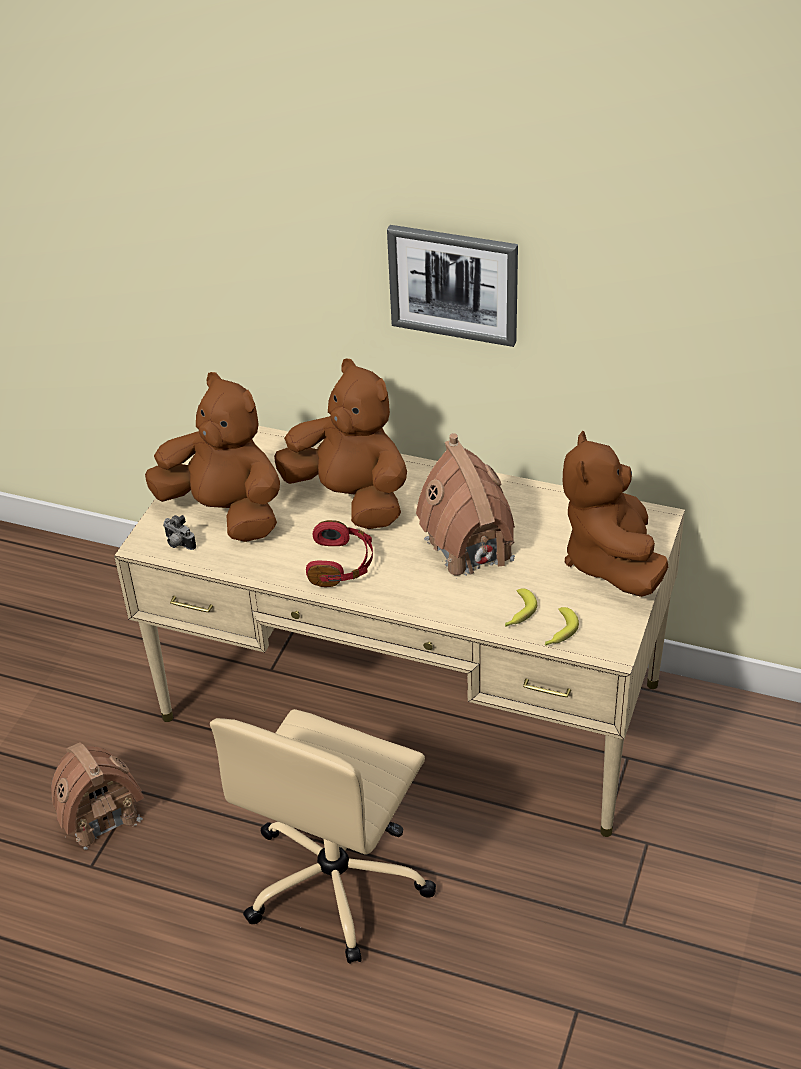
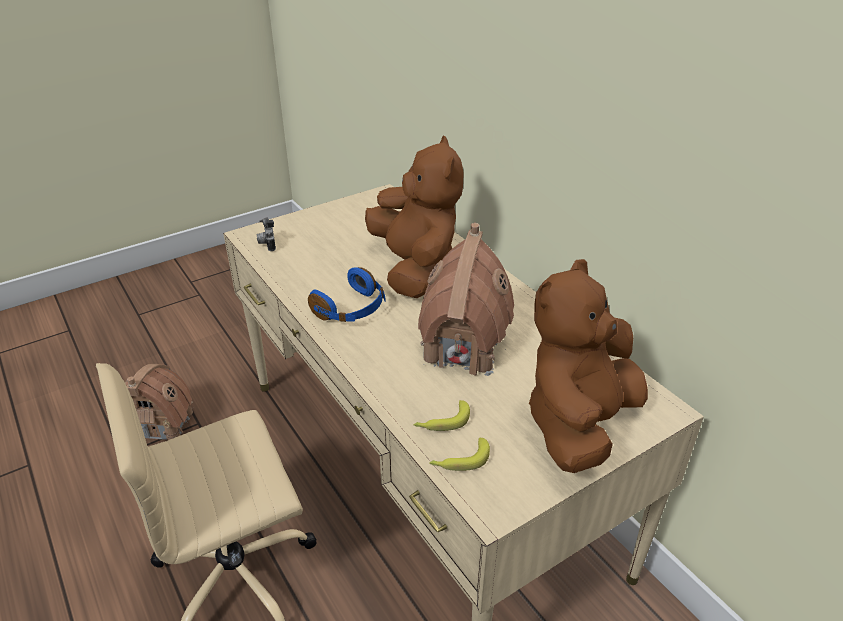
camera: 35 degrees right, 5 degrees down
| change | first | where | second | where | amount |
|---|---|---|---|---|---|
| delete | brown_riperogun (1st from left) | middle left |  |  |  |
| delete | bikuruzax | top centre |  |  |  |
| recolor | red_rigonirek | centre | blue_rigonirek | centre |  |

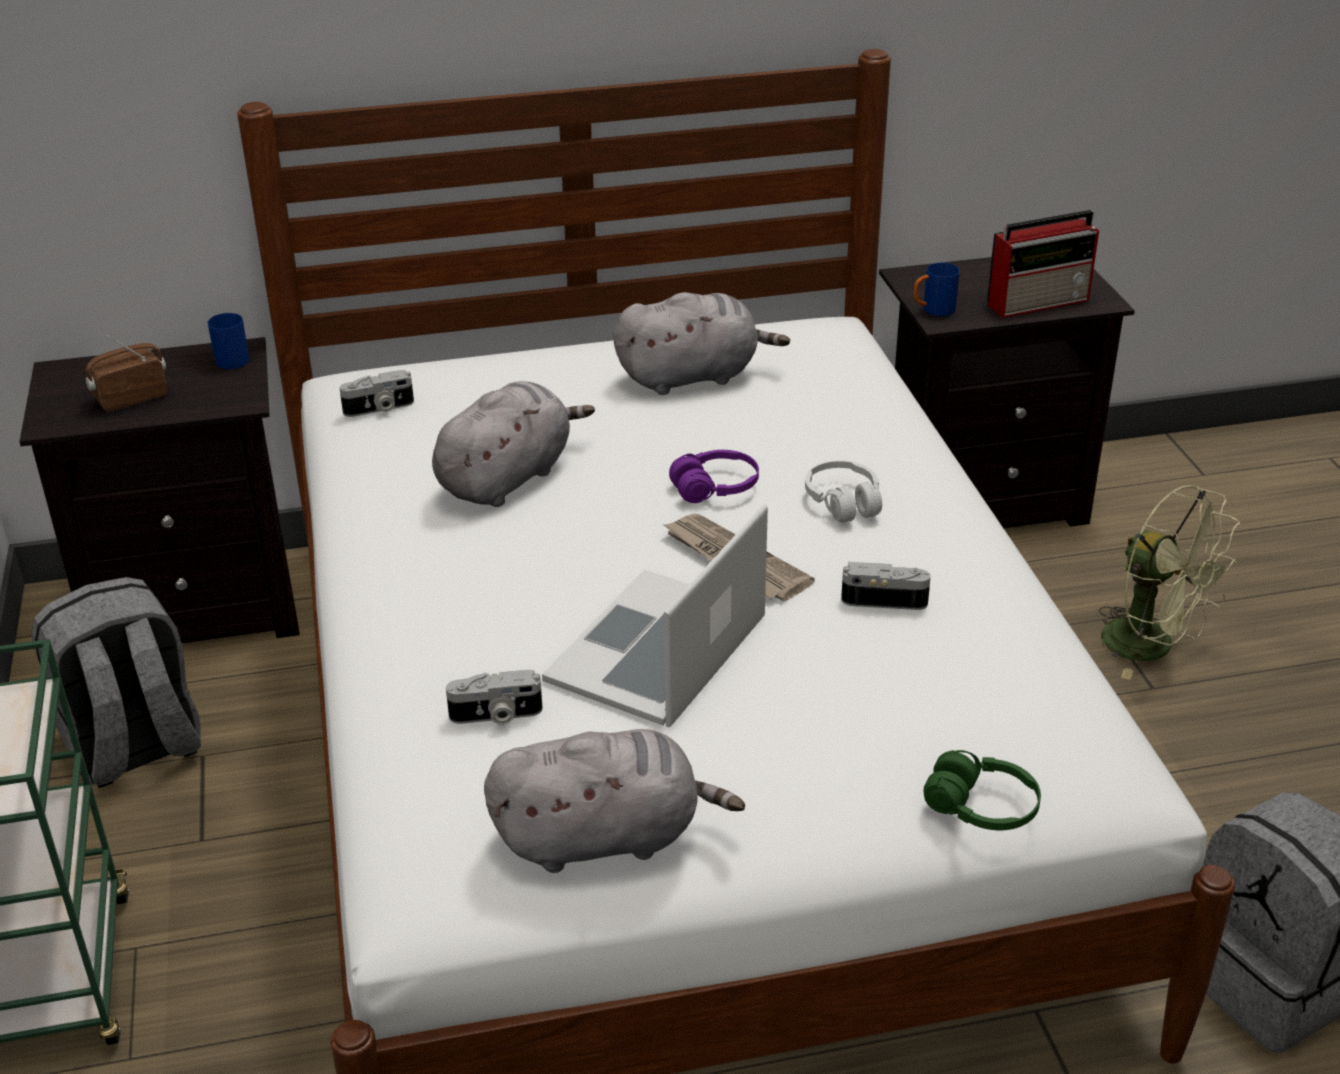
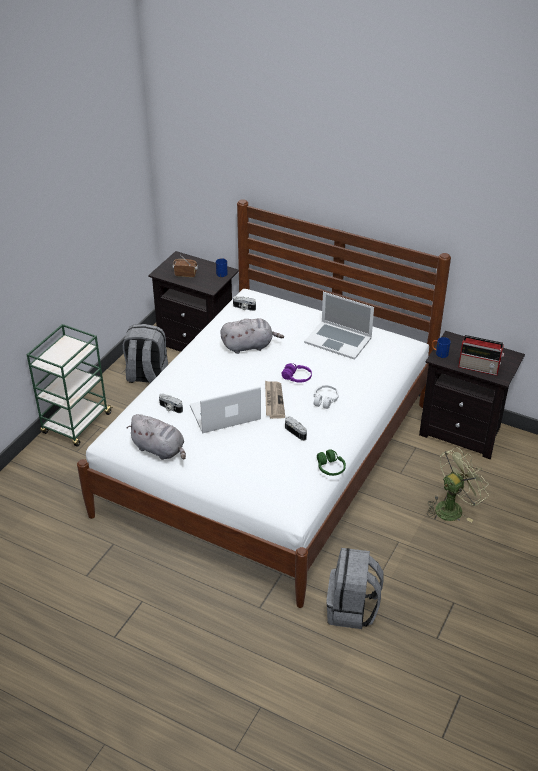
camera: 40 degrees right, 5 degrees up
| change | first | where | second | where | amount |
|---|---|---|---|---|---|
| move | green_rigonirek | bottom right |  | centre |  |
| replace | grey_riperogun (3rd from left) | top centre | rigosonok (2nd from left) | centre |  |
| rotate | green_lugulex | middle right |  | middle right | 120 degrees counterclockwise |

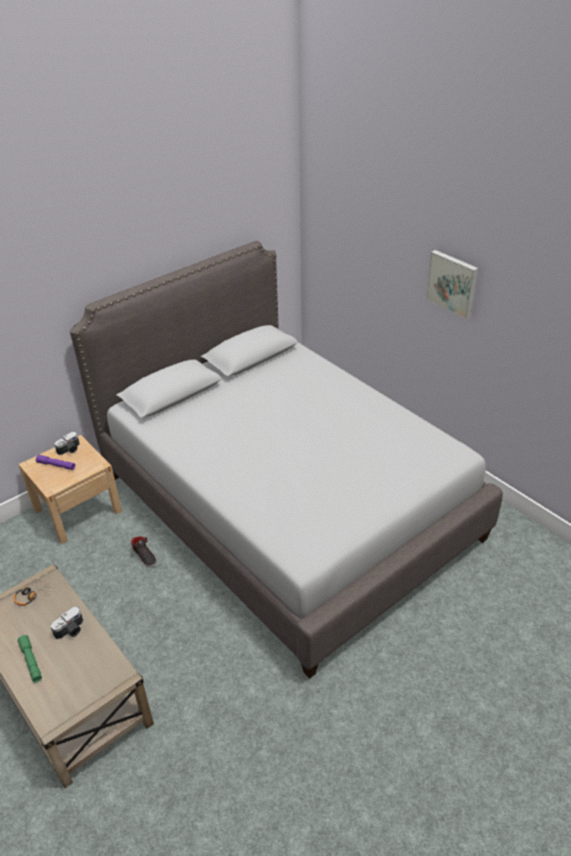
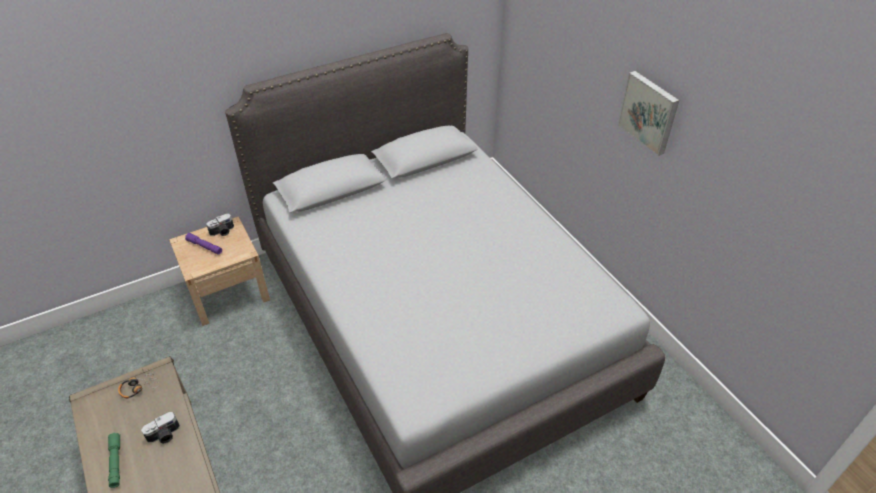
camera: 10 degrees right, 5 degrees up
| change | first | where | second | where | amount |
|---|---|---|---|---|---|
| delete | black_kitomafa | middle left |  |  |  |

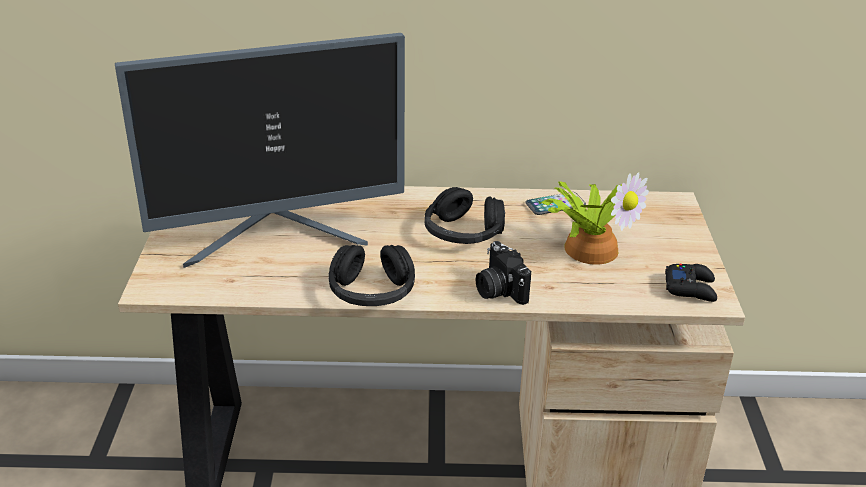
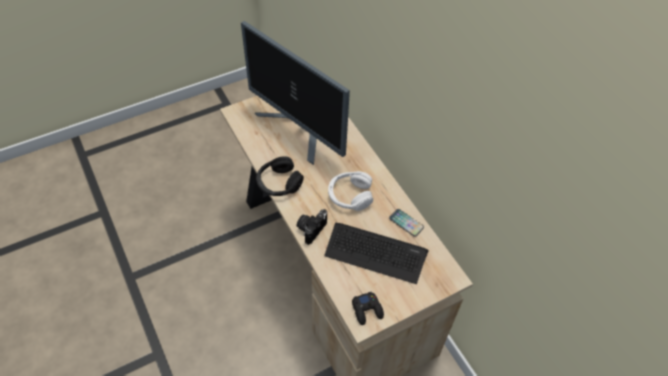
camera: 60 degrees right, 20 degrees up
| change | first | where | second | where | amount |
|---|---|---|---|---|---|
| replace | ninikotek | middle right | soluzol | bottom centre |  |
| recolor | black_rigonirek (2nd from left) | centre | white_rigonirek | centre |  |

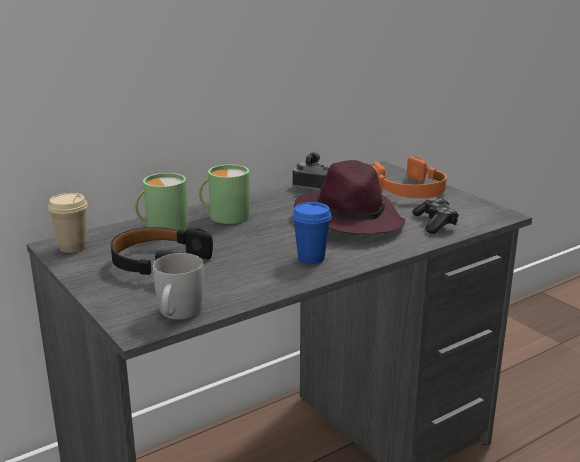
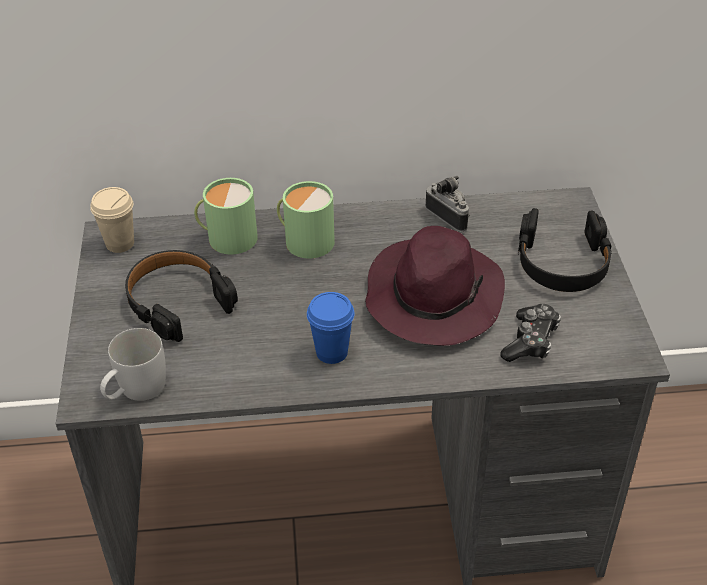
camera: 30 degrees right, 20 degrees up
| change | first | where | second | where | amount |
|---|---|---|---|---|---|
| recolor | orange_rigonirek | middle right | black_rigonirek (2nd from left) | middle right |  |

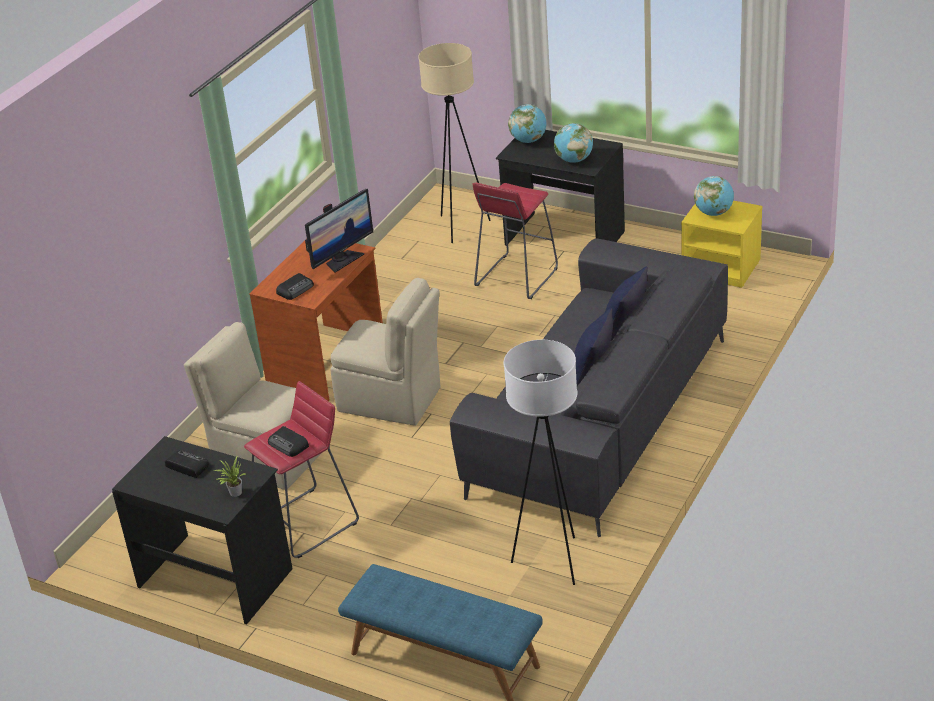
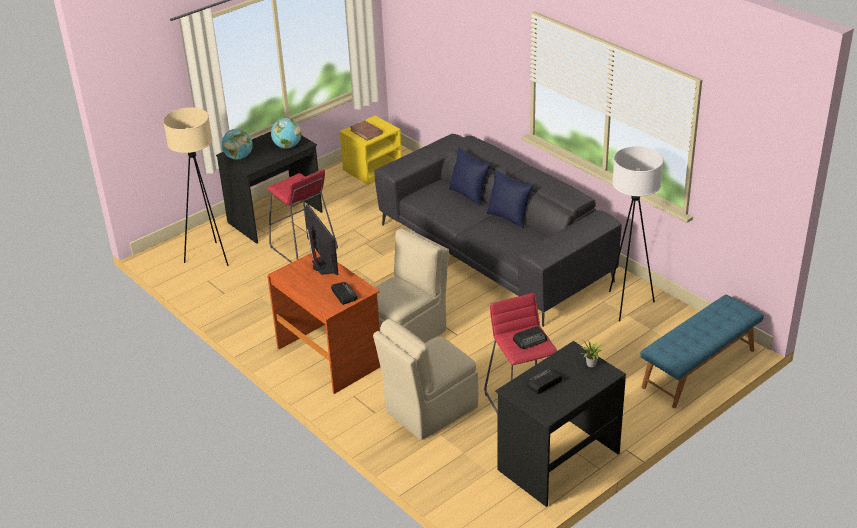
camera: 70 degrees left, 0 degrees up
| change | first | where | second | where | amount |
|---|---|---|---|---|---|
| replace | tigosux (3rd from left) | top right | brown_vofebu | top centre |  |

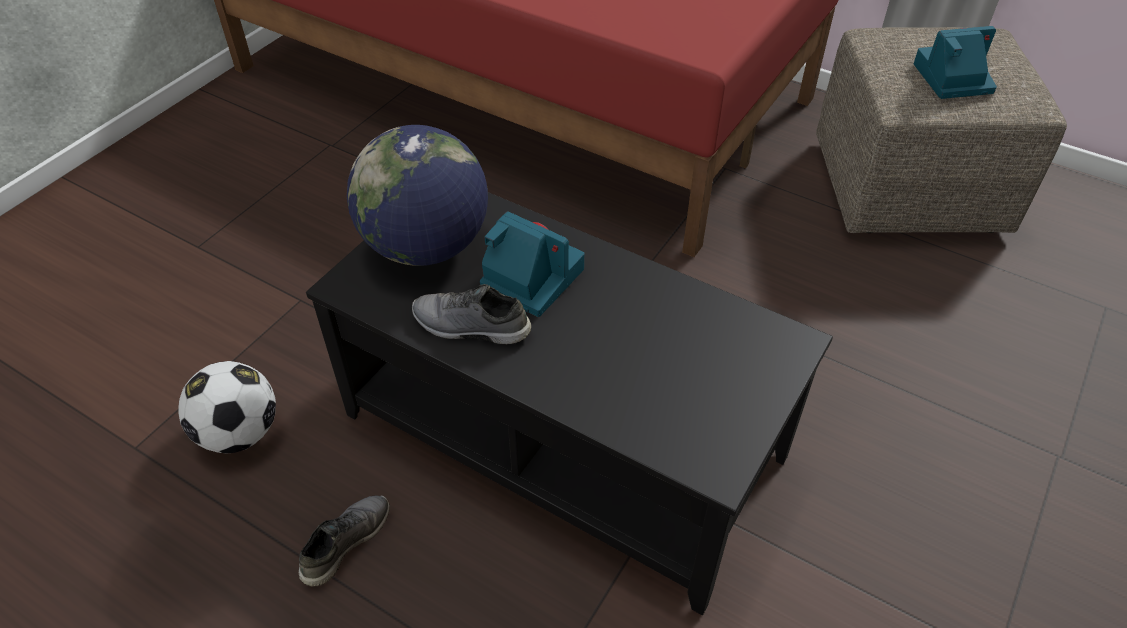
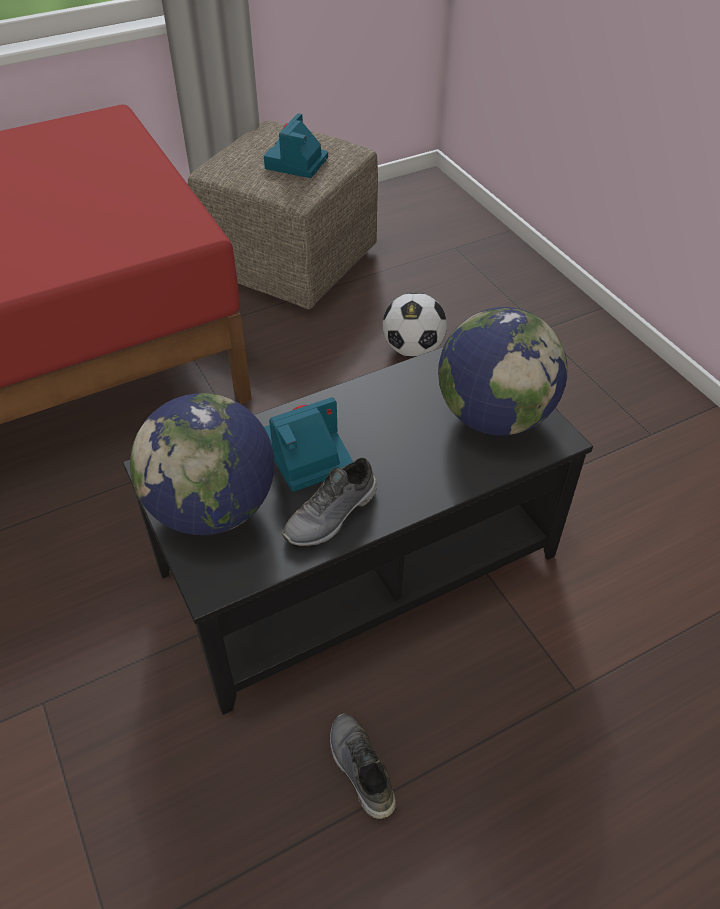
camera: 60 degrees left, 0 degrees up
| change | first | where | second | where | amount |
|---|---|---|---|---|---|
| insert |  |  | tigosux (2nd from left) | middle right |  |
| move | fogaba | middle left |  | centre |  |

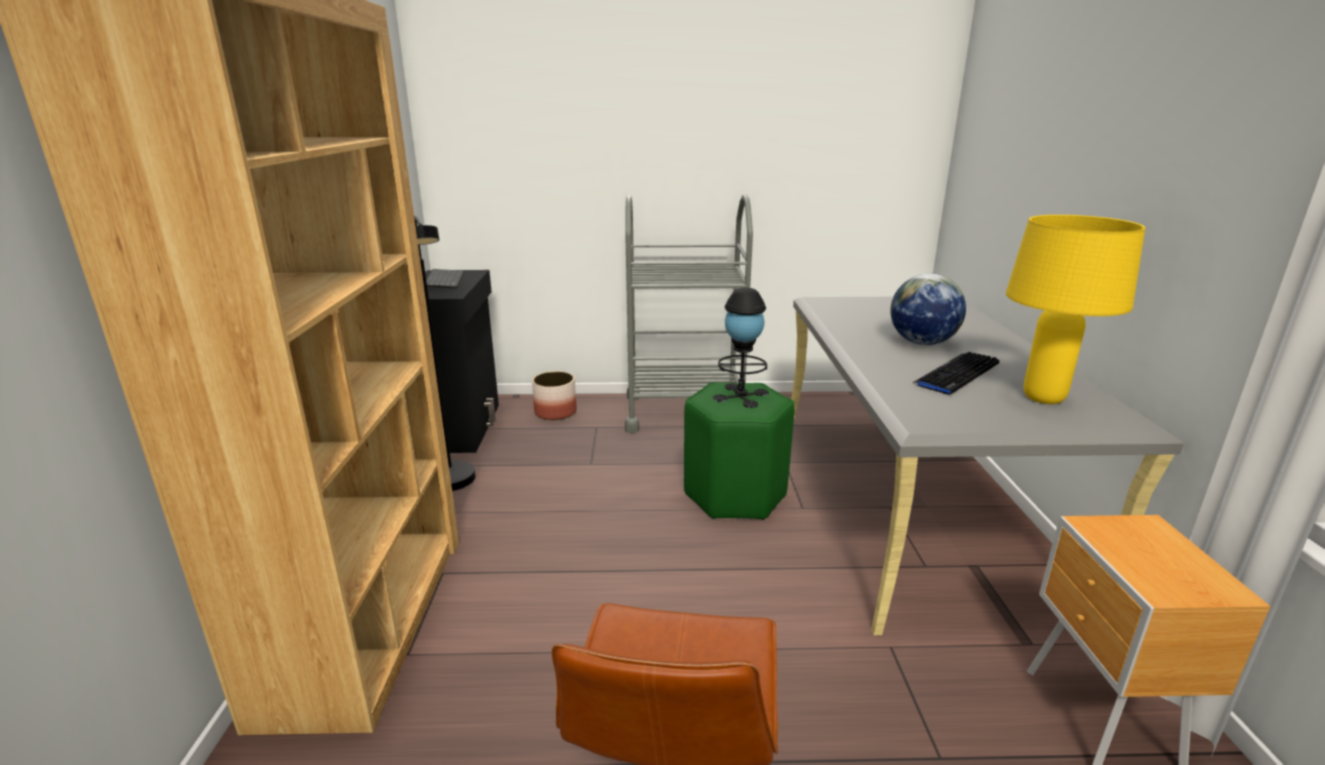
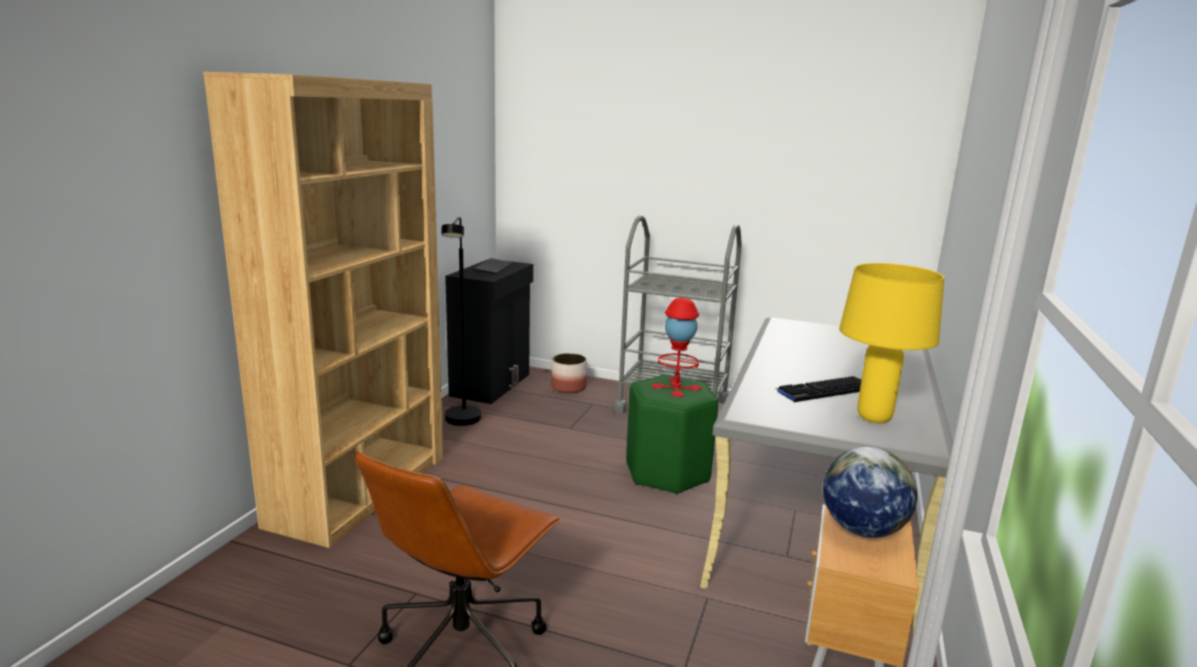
camera: 20 degrees right, 5 degrees down
| change | first | where | second | where | amount |
|---|---|---|---|---|---|
| move | tigosux | middle right |  | bottom right |  |
| recolor | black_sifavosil | centre | red_sifavosil | centre |  |

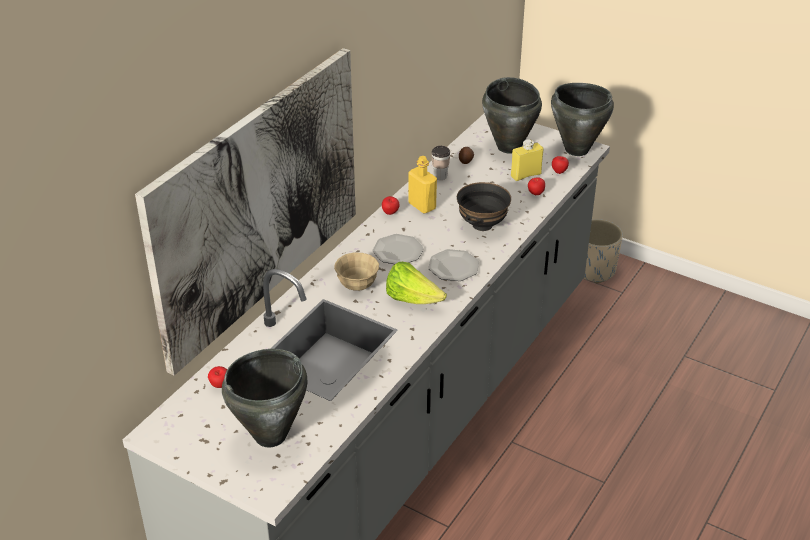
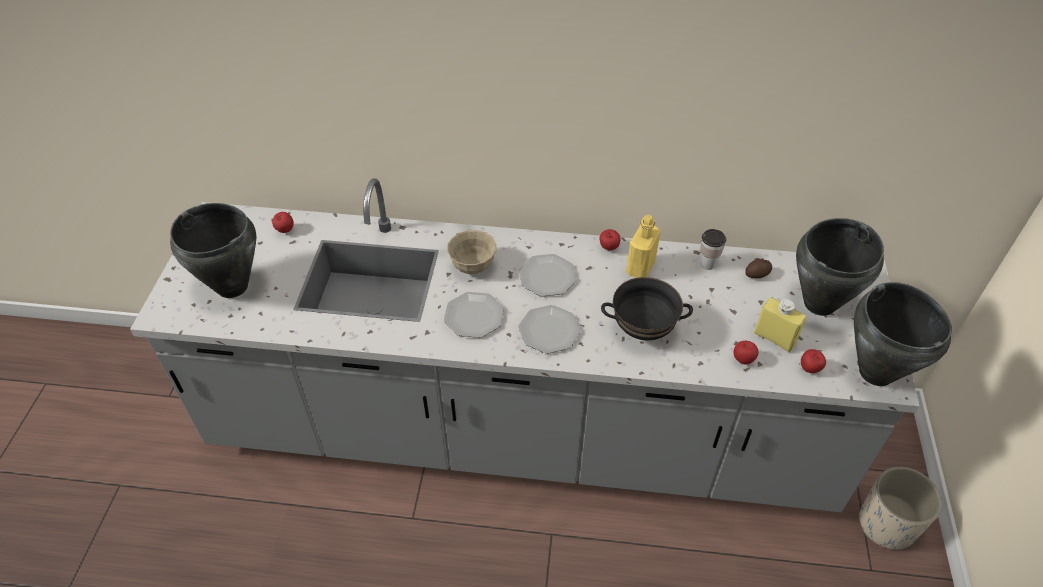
camera: 65 degrees right, 10 degrees up
| change | first | where | second | where | amount |
|---|---|---|---|---|---|
| delete | bikuruzax | middle left |  |  |  |
| replace | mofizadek | centre | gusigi (1st from left) | centre |  |

